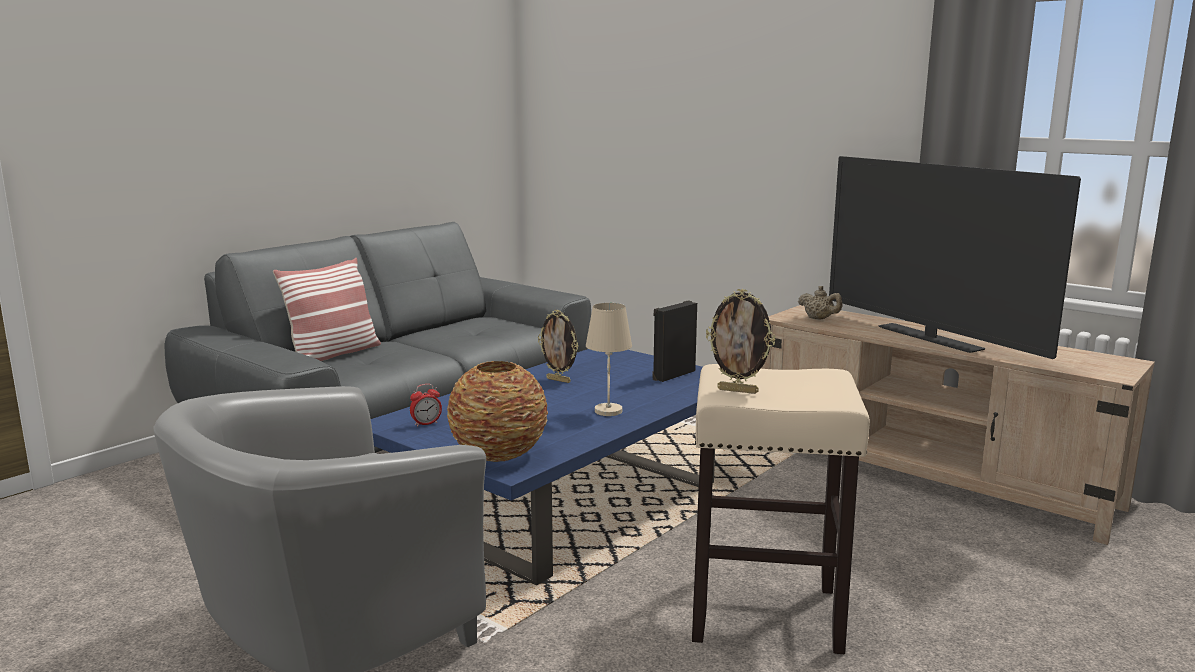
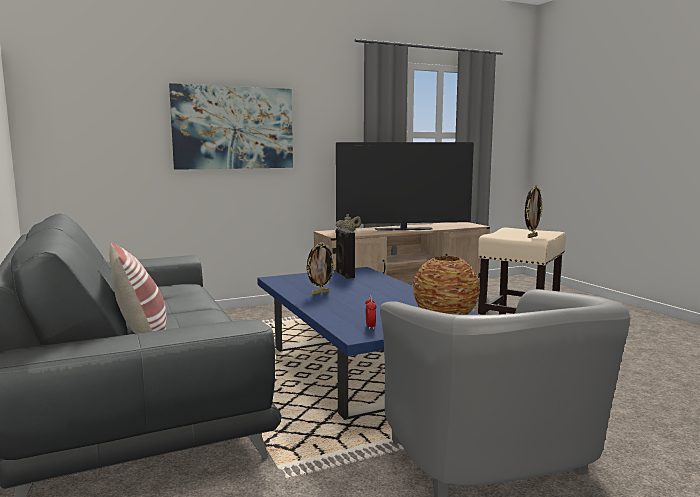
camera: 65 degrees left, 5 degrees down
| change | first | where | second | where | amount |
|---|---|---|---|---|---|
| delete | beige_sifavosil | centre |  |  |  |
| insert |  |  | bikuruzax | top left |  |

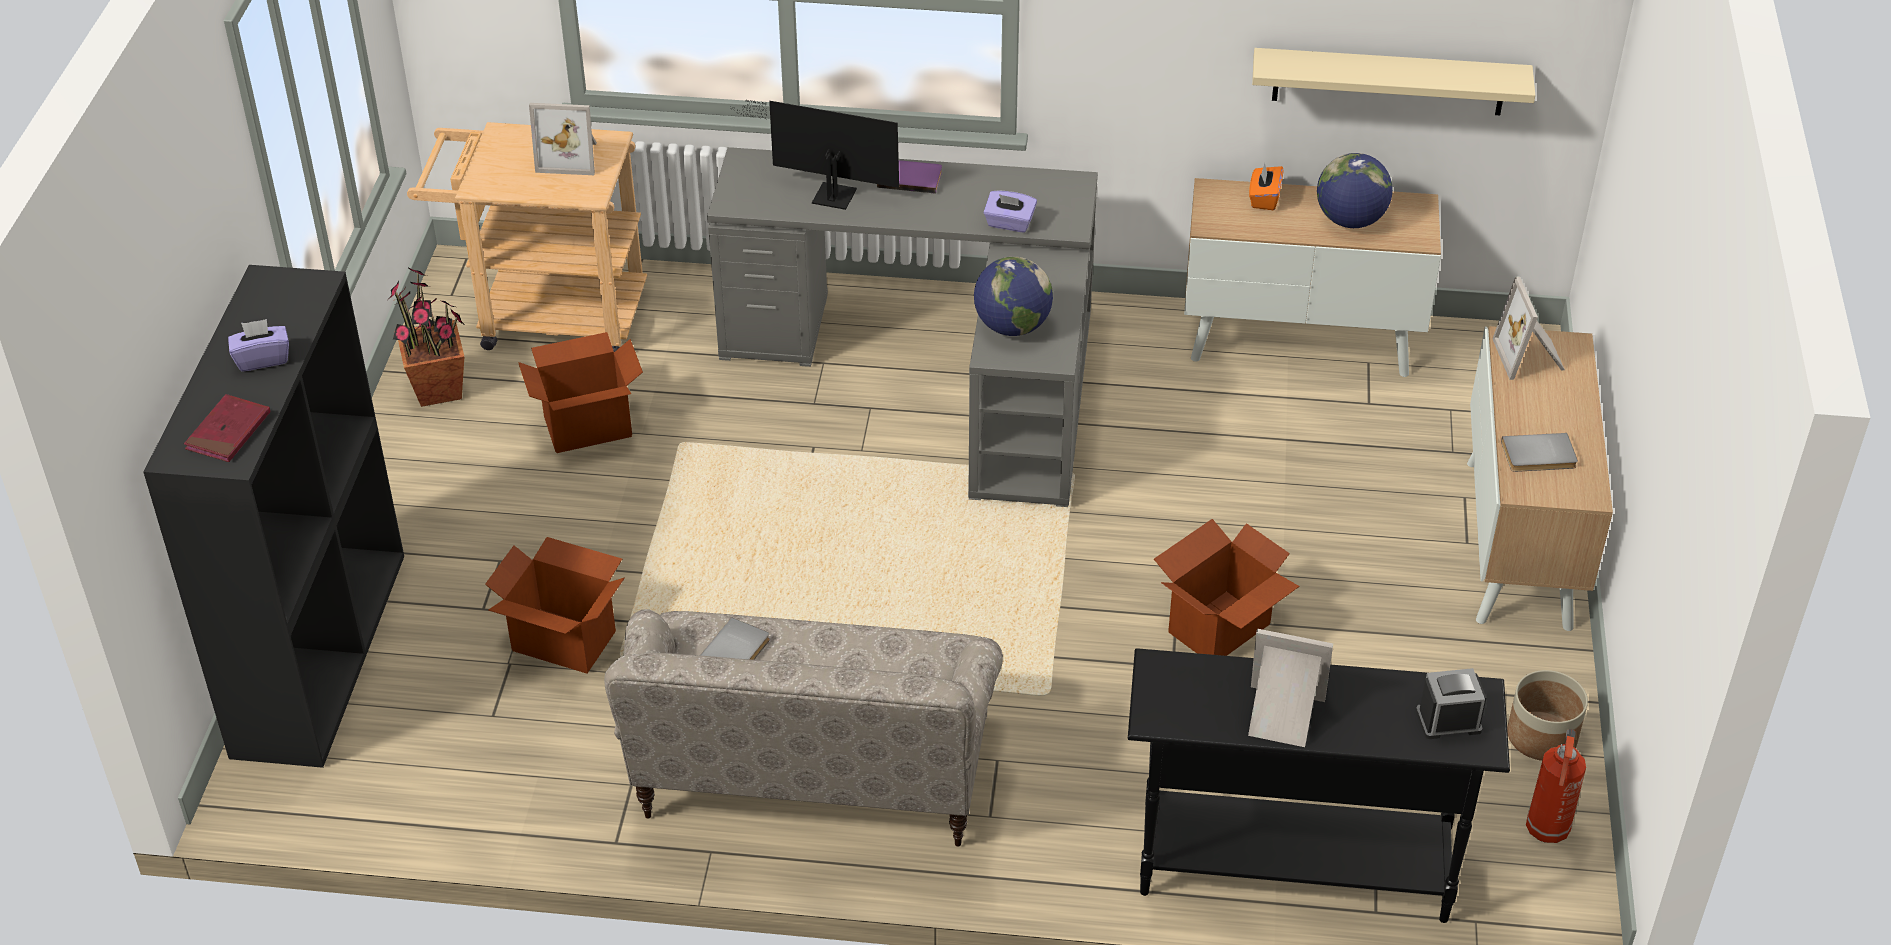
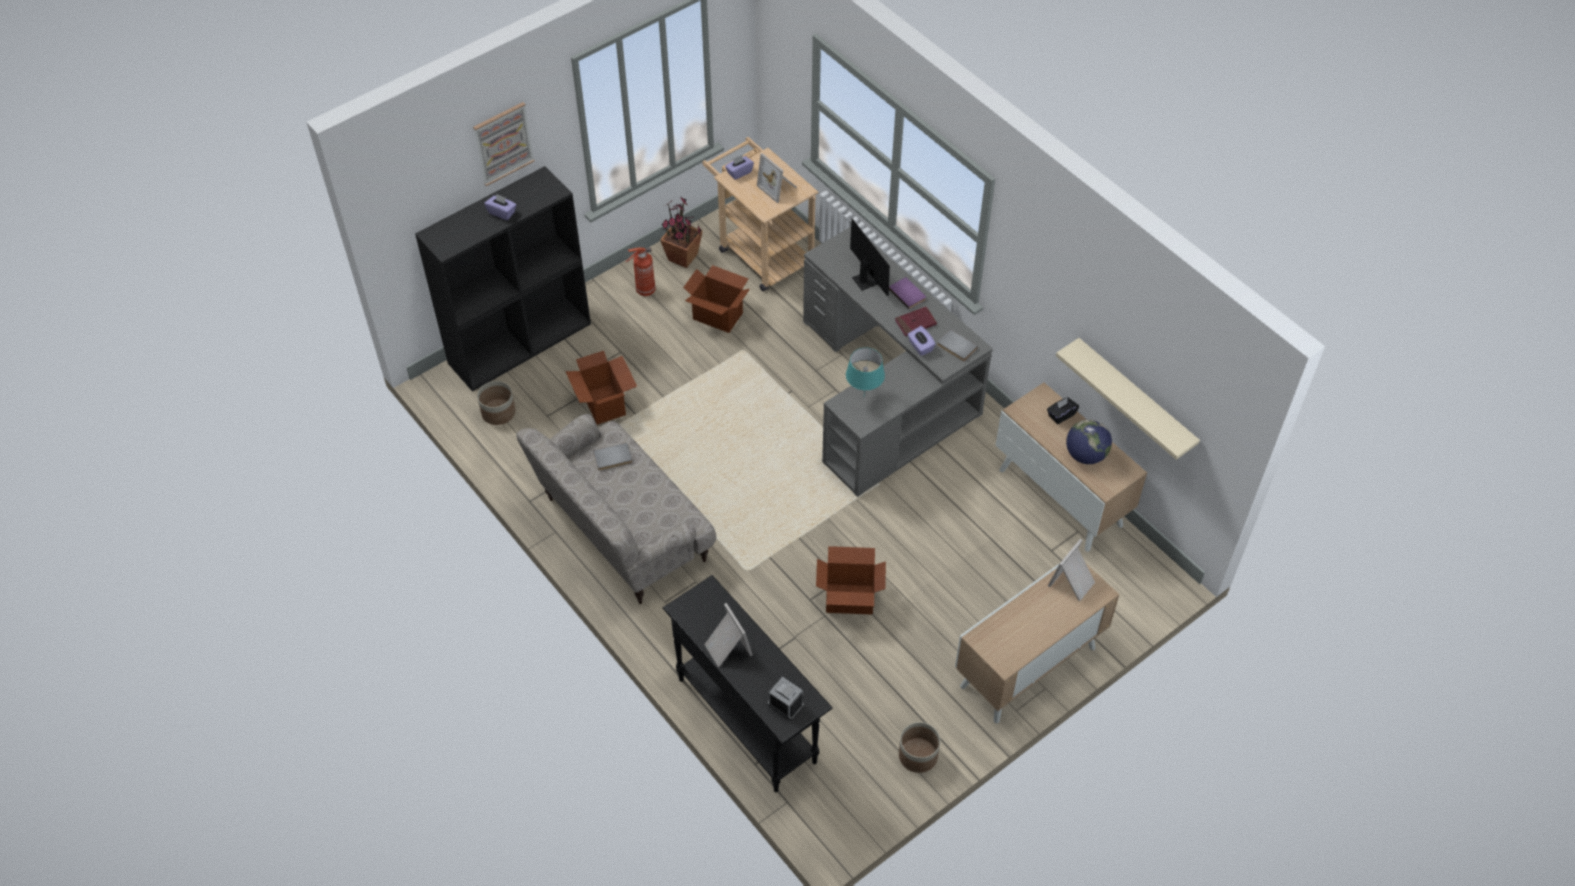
camera: 45 degrees right, 10 degrees up
| change | first | where | second | where | amount |
|---|---|---|---|---|---|
| insert |  |  | bikuruzax | top left |  |
| insert |  |  | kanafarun (1st from left) | middle left |  |
| insert |  |  | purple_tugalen (2nd from left) | top centre |  |
| move | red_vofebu | middle left |  | centre |  |
| move | grey_vofebu (2nd from left) | middle right |  | centre |  |
| move | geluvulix | bottom right |  | top centre |  |
| replace | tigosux (1st from left) | top centre | turquoise_sifavosil | centre |  |
| recolor | orange_tugalen | top right | black_tugalen | middle right |  |

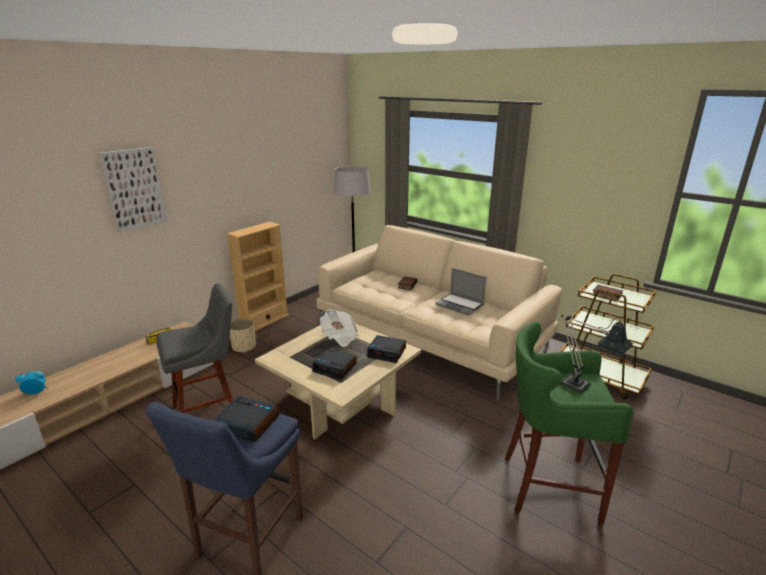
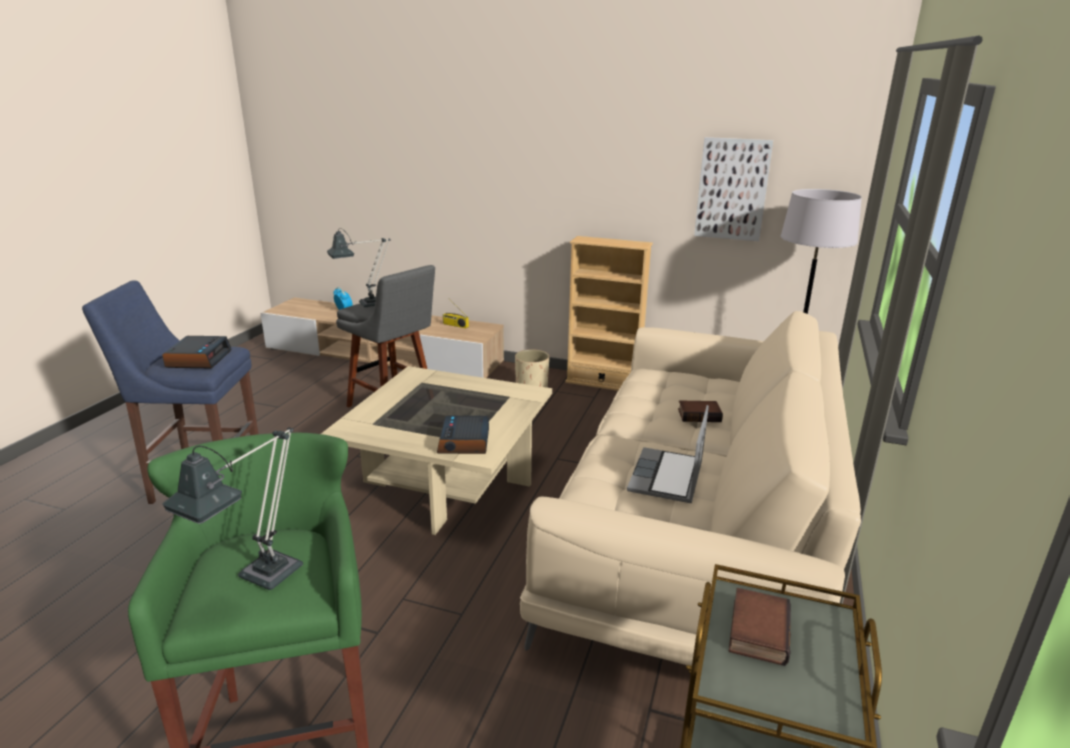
camera: 70 degrees right, 0 degrees up
| change | first | where | second | where | amount |
|---|---|---|---|---|---|
| delete | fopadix (3rd from left) | centre |  |  |  |
| delete | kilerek | centre |  |  |  |
| insert |  |  | sifavosil (2nd from left) | centre |  |
| move | bikuruzax | top left |  | top right |  |

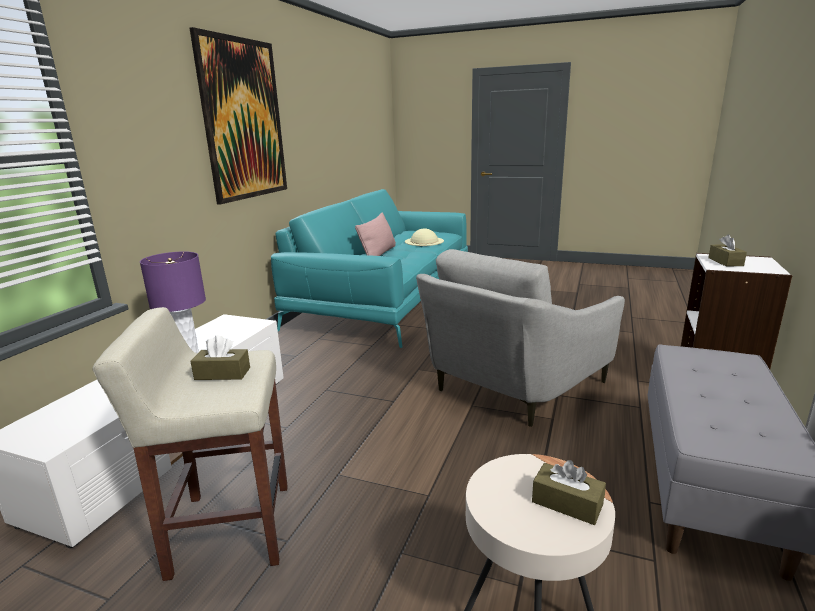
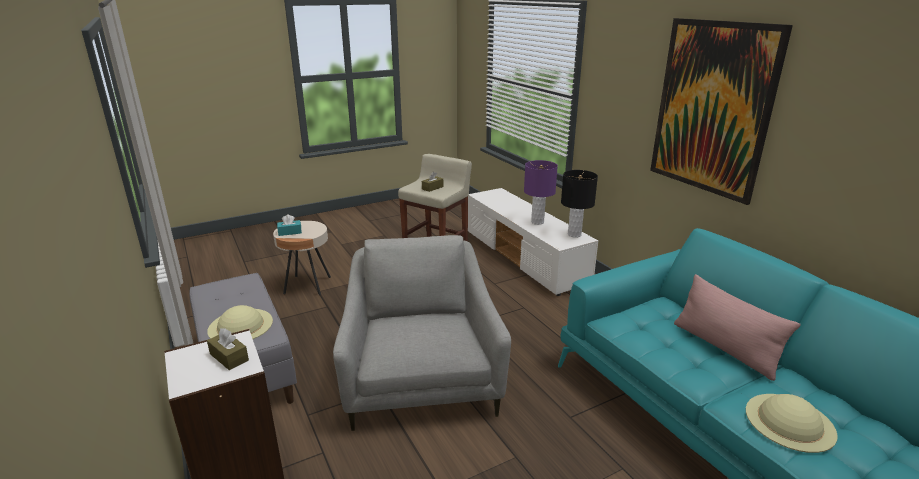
camera: 130 degrees right, 5 degrees up
| change | first | where | second | where | amount |
|---|---|---|---|---|---|
| insert |  |  | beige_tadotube (1st from left) | bottom left |  |
| insert |  |  | black_sifavosil | centre |  |
| recolor | brown_tugalen (2nd from left) | bottom right | turquoise_tugalen | middle left |  |

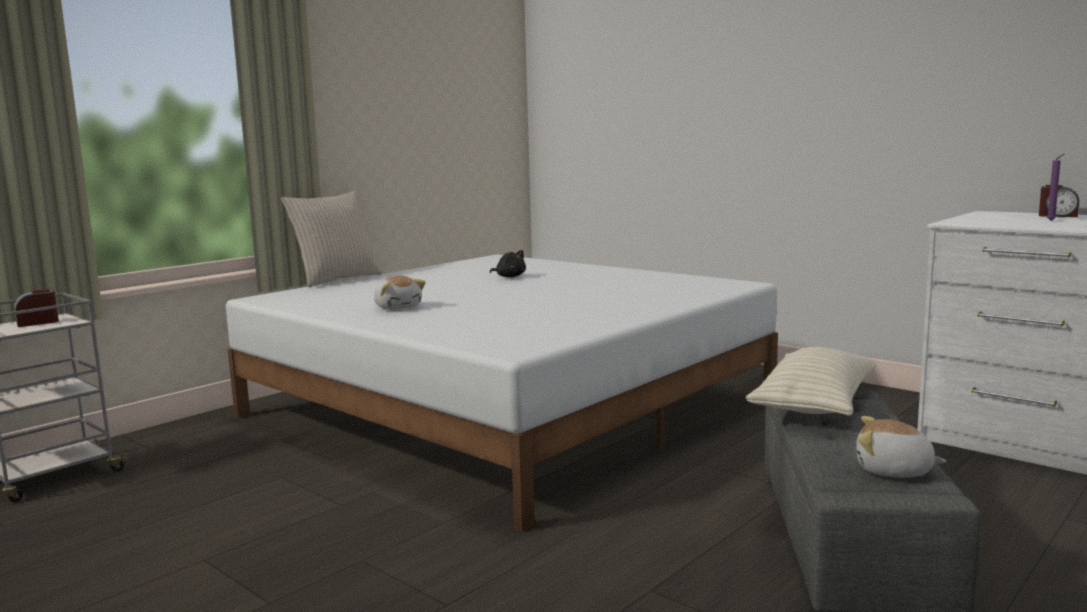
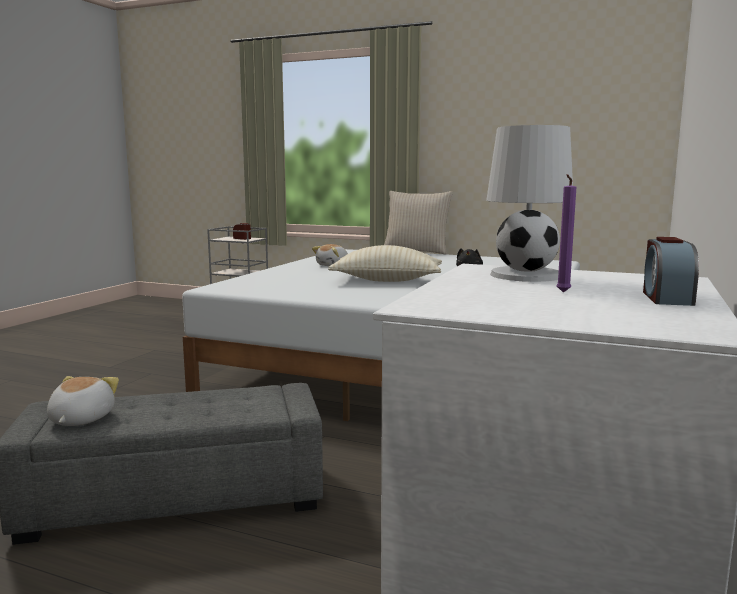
camera: 70 degrees right, 0 degrees up
| change | first | where | second | where | amount |
|---|---|---|---|---|---|
| insert |  |  | white_sifavosil | middle right |  |
| move | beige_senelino (2nd from left in the first image) | middle right | beige_senelino (1st from left) | centre |  |

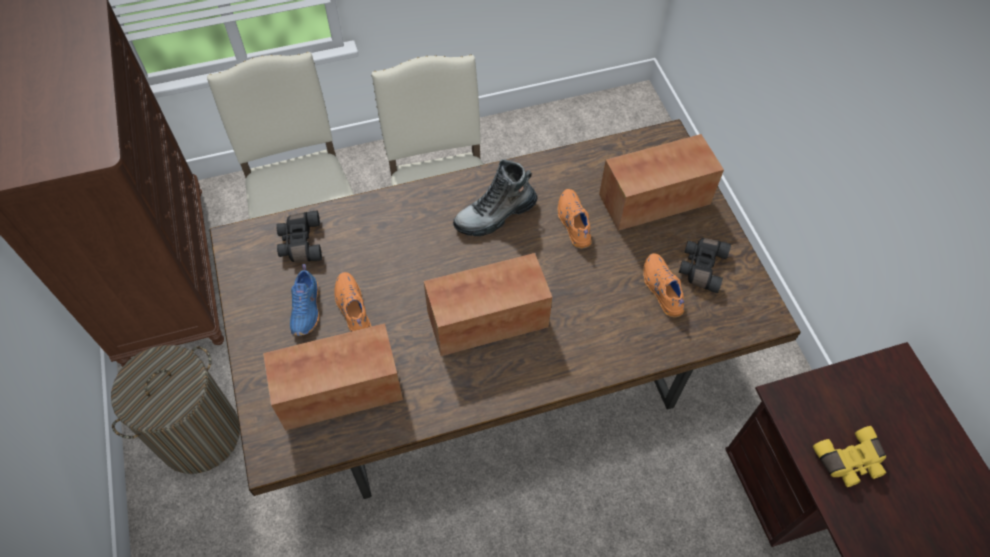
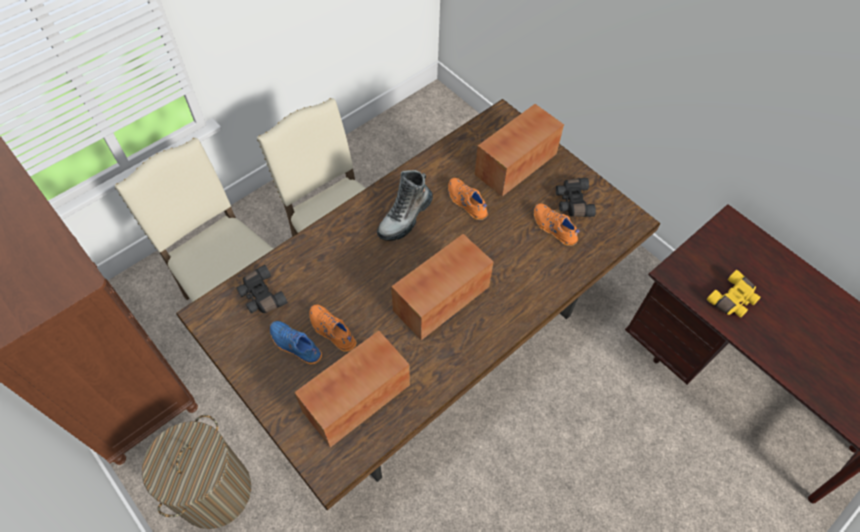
camera: 25 degrees left, 0 degrees up
| change | first | where | second | where | amount |
|---|---|---|---|---|---|
| rotate | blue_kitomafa | middle left |  | centre | 150 degrees clockwise |

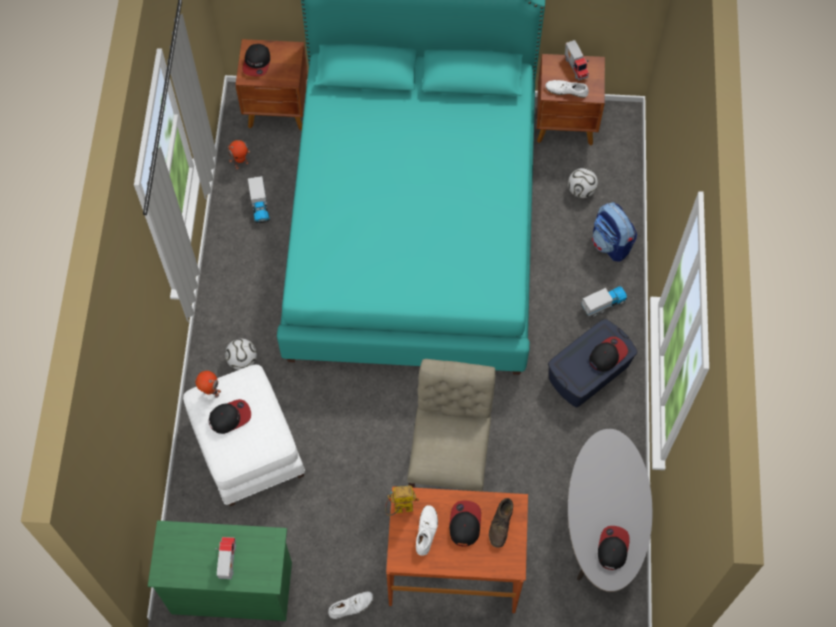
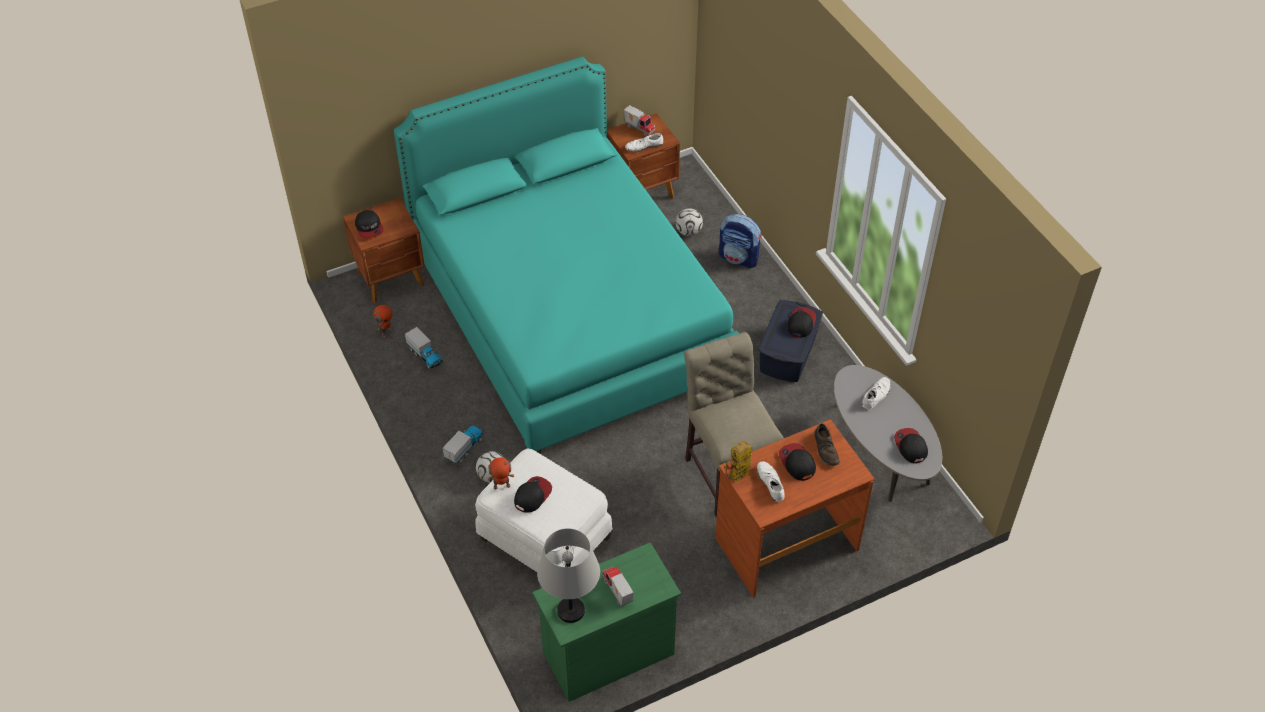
camera: 30 degrees left, 15 degrees down
| change | first | where | second | where | amount |
|---|---|---|---|---|---|
| insert |  |  | grey_sifavosil | bottom centre |  |
| move | white_kitomafa (1st from left in the first image) | bottom centre | white_kitomafa (3rd from left) | middle right |  |
| move | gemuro (4th from left in the first image) | middle right | gemuro (2nd from left) | centre |  |

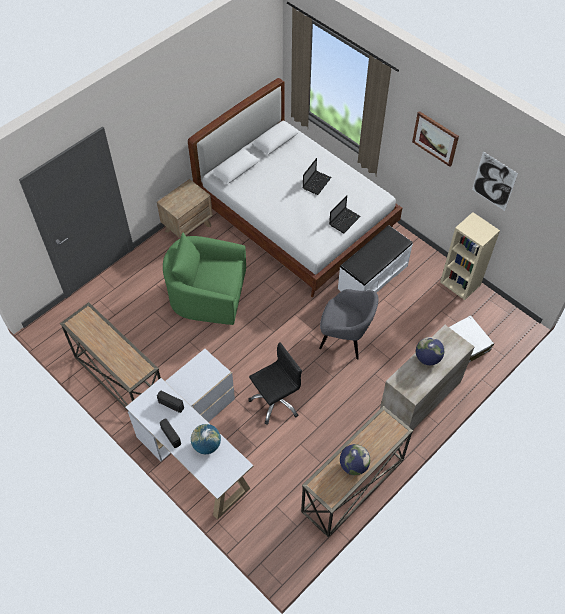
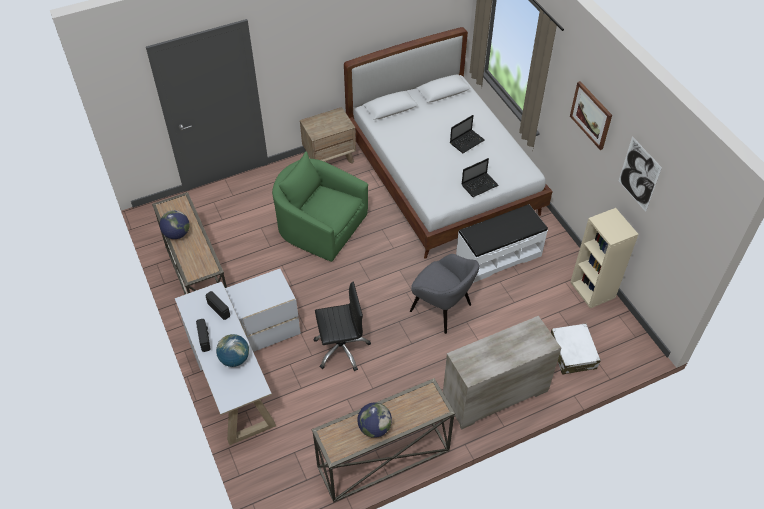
camera: 20 degrees right, 5 degrees down
| change | first | where | second | where | amount |
|---|---|---|---|---|---|
| move | tigosux (3rd from left in the first image) | middle right | tigosux (1st from left) | middle left |  |

